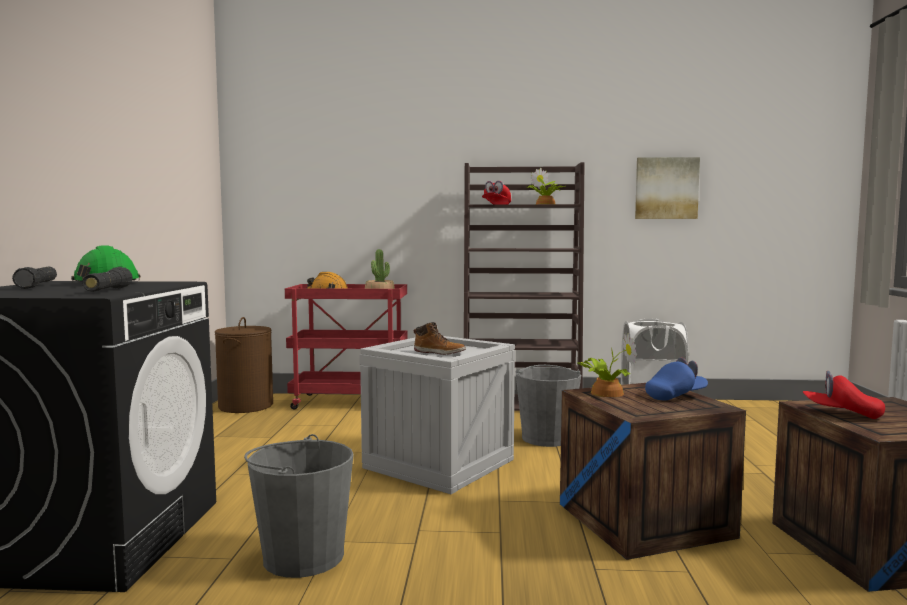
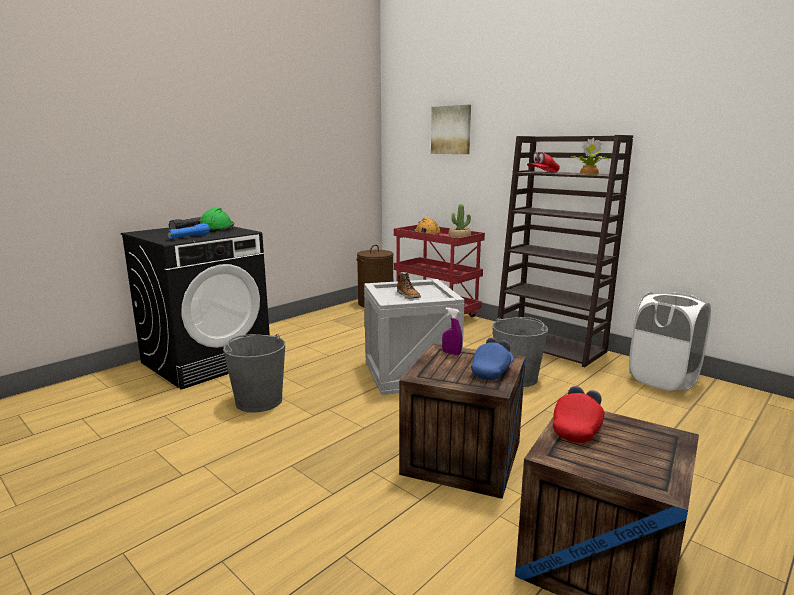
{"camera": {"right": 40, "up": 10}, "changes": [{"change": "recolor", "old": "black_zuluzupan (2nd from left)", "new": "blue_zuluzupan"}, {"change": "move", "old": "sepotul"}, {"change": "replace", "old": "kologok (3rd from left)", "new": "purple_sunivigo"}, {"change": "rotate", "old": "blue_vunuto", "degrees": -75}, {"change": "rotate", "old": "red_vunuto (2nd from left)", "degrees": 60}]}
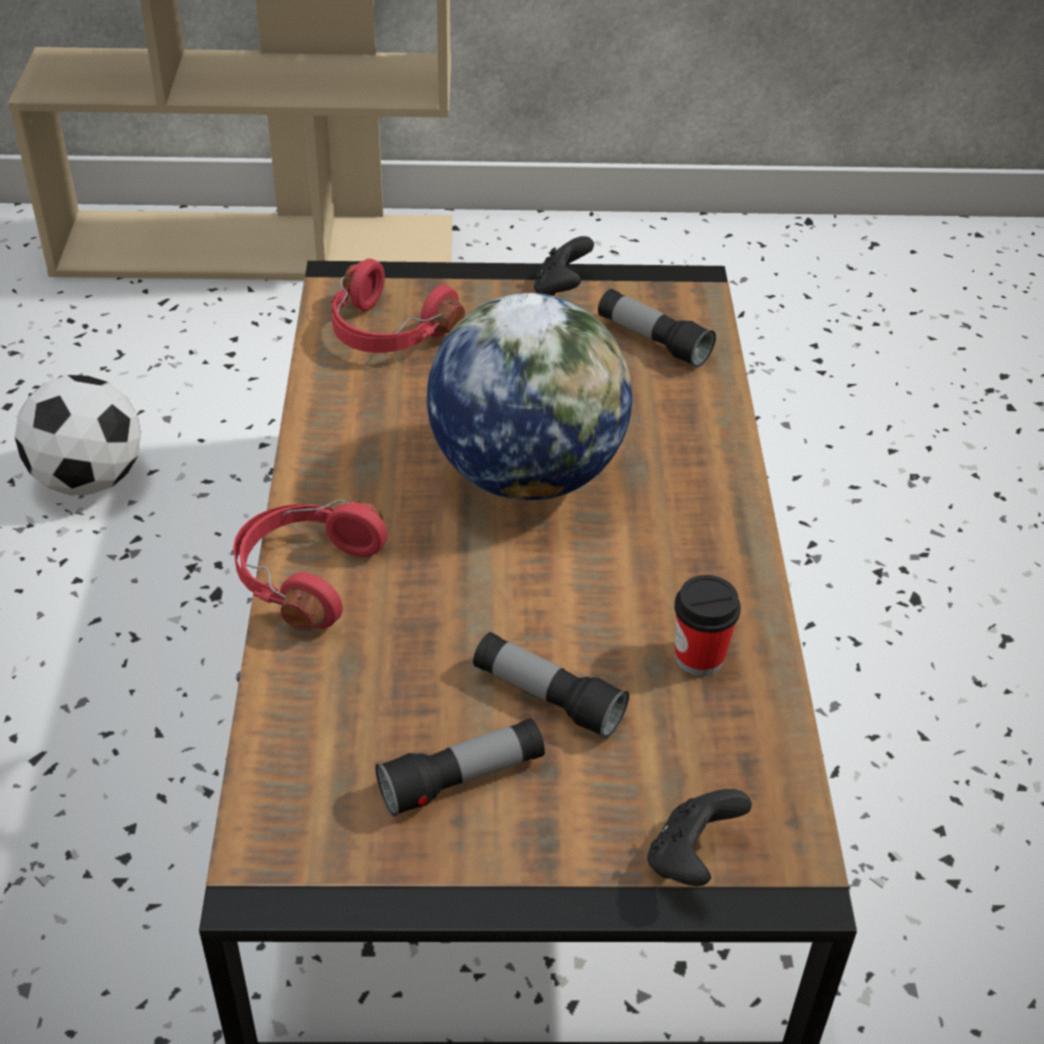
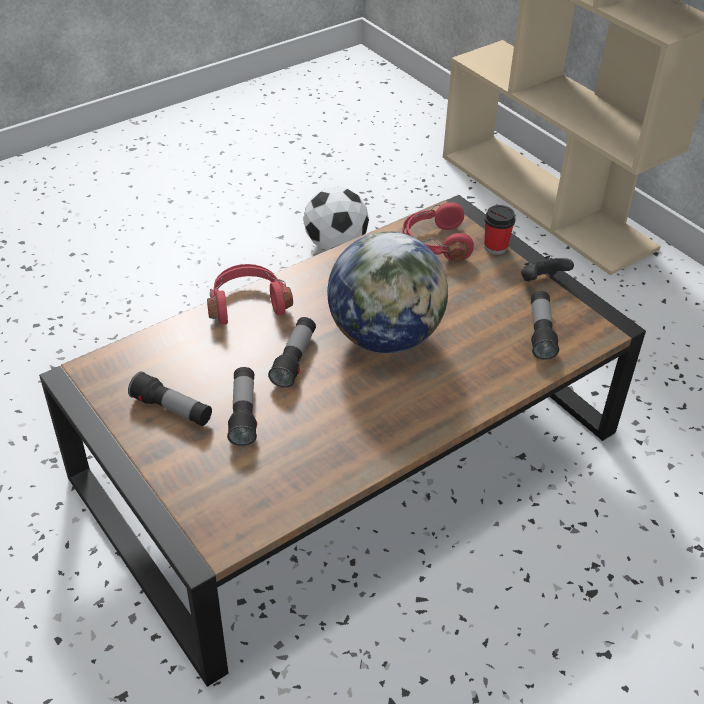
{"camera": {"right": 55, "up": 0}, "changes": [{"change": "insert", "new": "zuluzupan (3rd from left)"}, {"change": "move", "old": "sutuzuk"}, {"change": "delete", "old": "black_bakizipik (2nd from left)"}]}
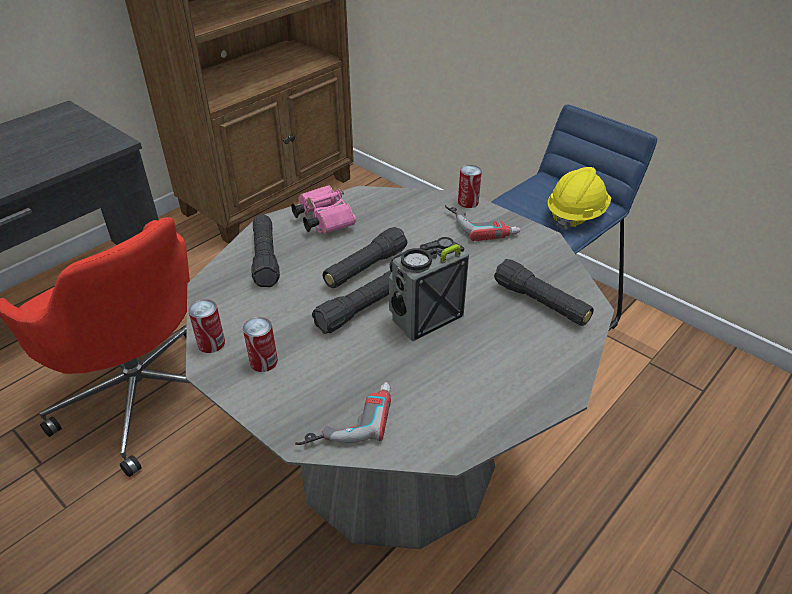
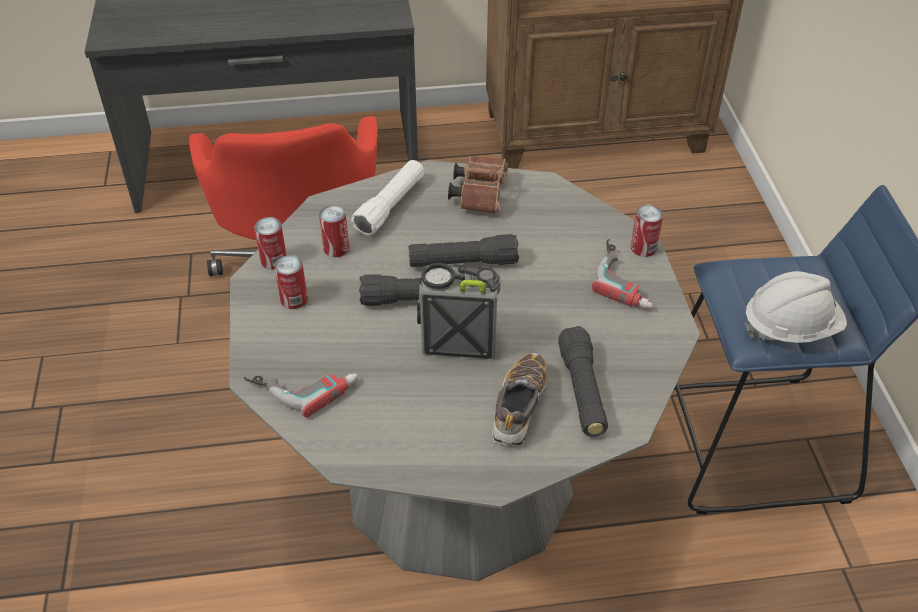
{"camera": {"right": 40, "up": 5}, "changes": [{"change": "insert", "new": "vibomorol (3rd from left)"}, {"change": "recolor", "old": "black_zuluzupan (1st from left)", "new": "white_zuluzupan"}, {"change": "recolor", "old": "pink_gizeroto", "new": "brown_gizeroto"}, {"change": "insert", "new": "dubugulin"}, {"change": "recolor", "old": "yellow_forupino", "new": "white_forupino"}]}
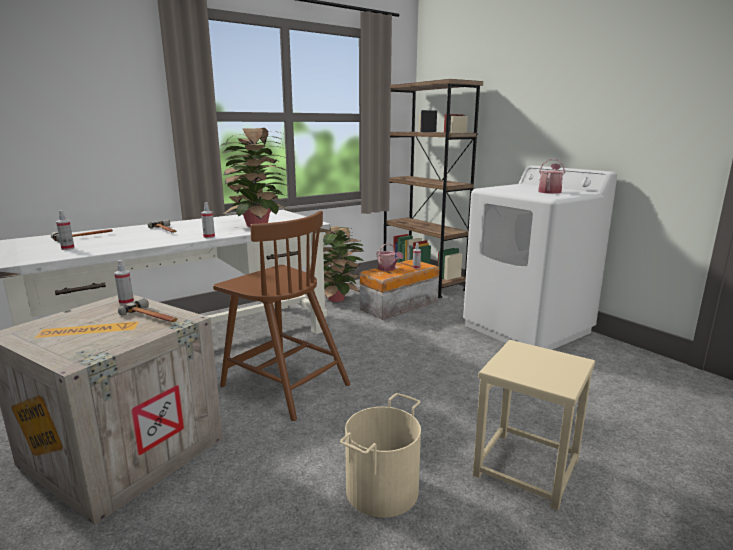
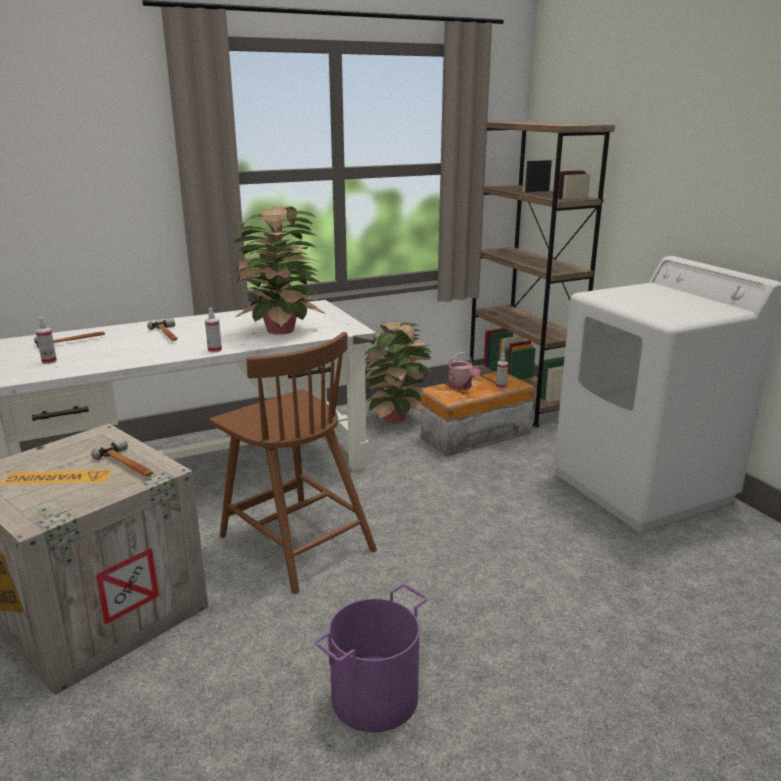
{"camera": {"right": 10, "up": 5}, "changes": [{"change": "recolor", "old": "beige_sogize", "new": "purple_sogize"}, {"change": "delete", "old": "sunivigo (2nd from left)"}, {"change": "delete", "old": "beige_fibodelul"}, {"change": "delete", "old": "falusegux (2nd from left)"}]}
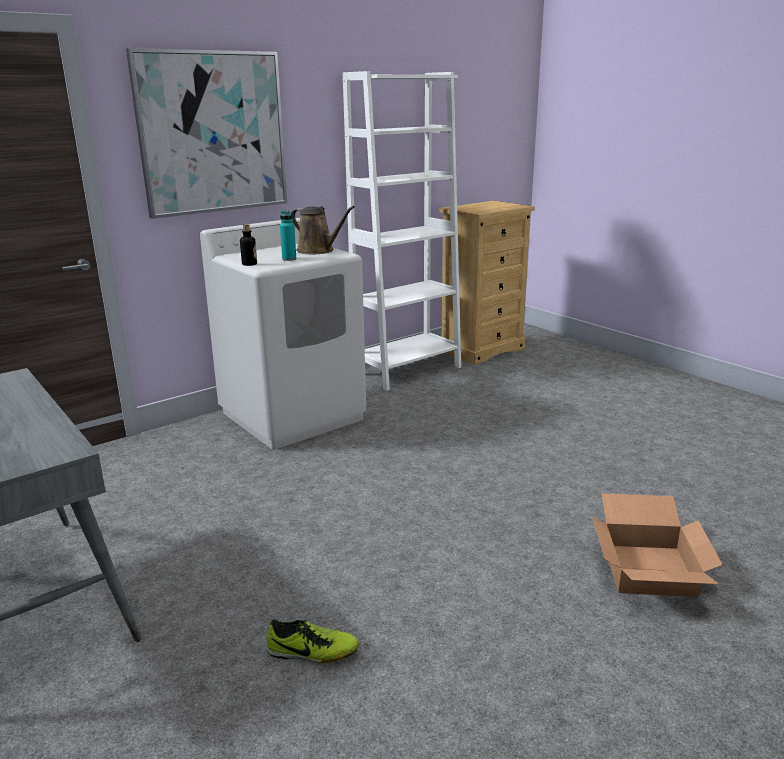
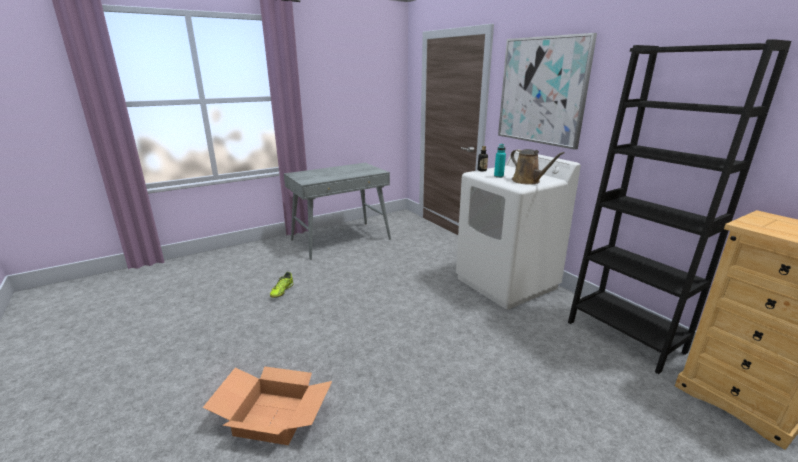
{"camera": {"right": 95, "up": 0}, "changes": [{"change": "rotate", "old": "brown_falusegux", "degrees": -75}, {"change": "recolor", "old": "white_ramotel", "new": "black_ramotel"}]}
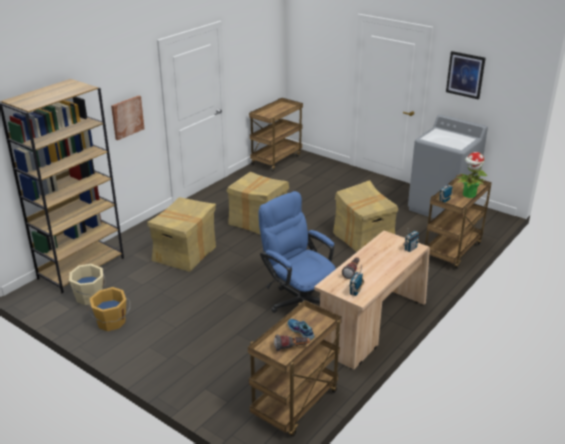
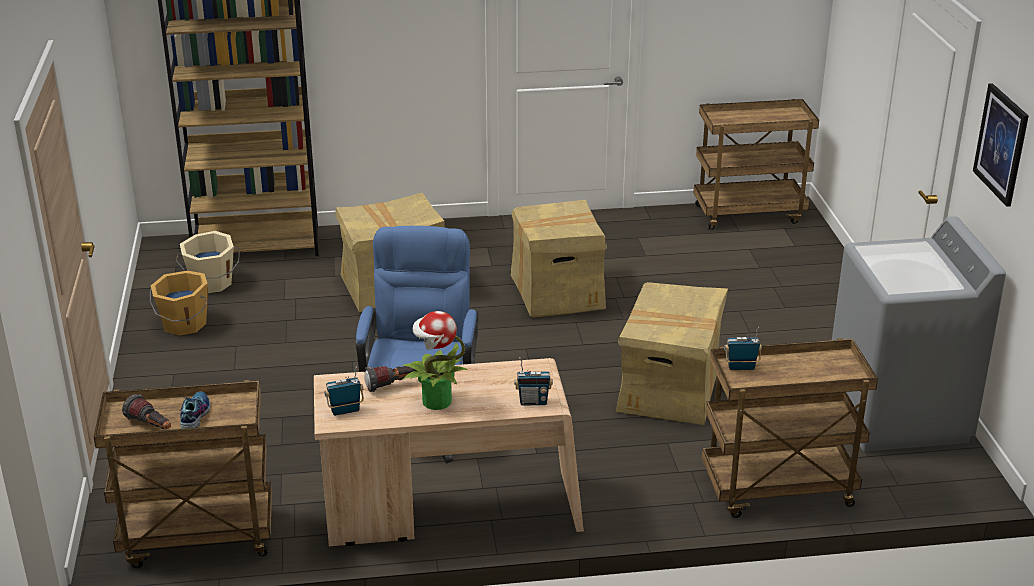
{"camera": {"right": 45, "up": 0}, "changes": [{"change": "move", "old": "kologok"}, {"change": "delete", "old": "sepotul (1st from left)"}]}
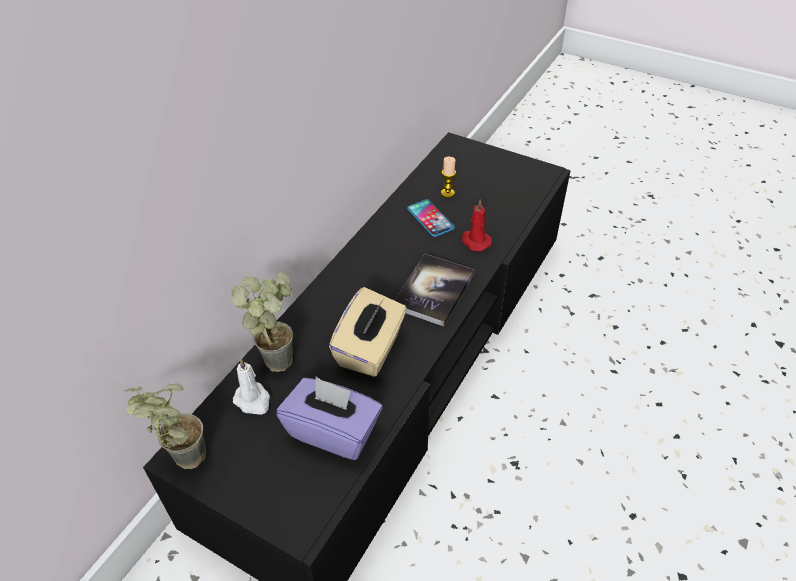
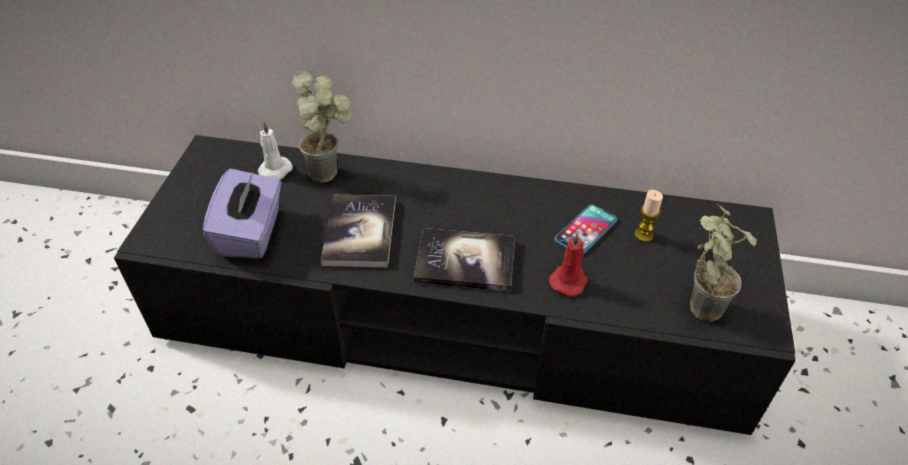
{"camera": {"right": 70, "up": 0}, "changes": [{"change": "replace", "old": "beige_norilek", "new": "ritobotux (1st from left)"}, {"change": "move", "old": "kologok (1st from left in the first image)", "new": "kologok (2nd from left)"}]}
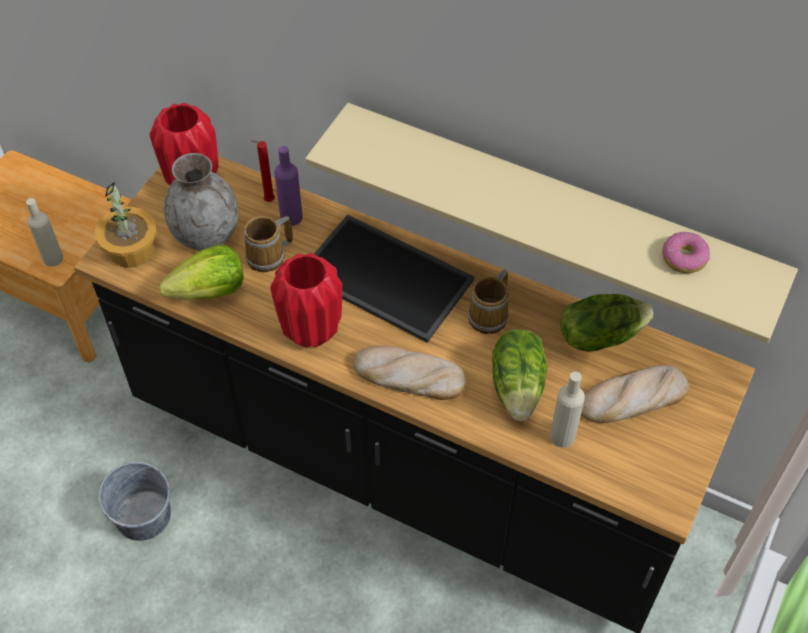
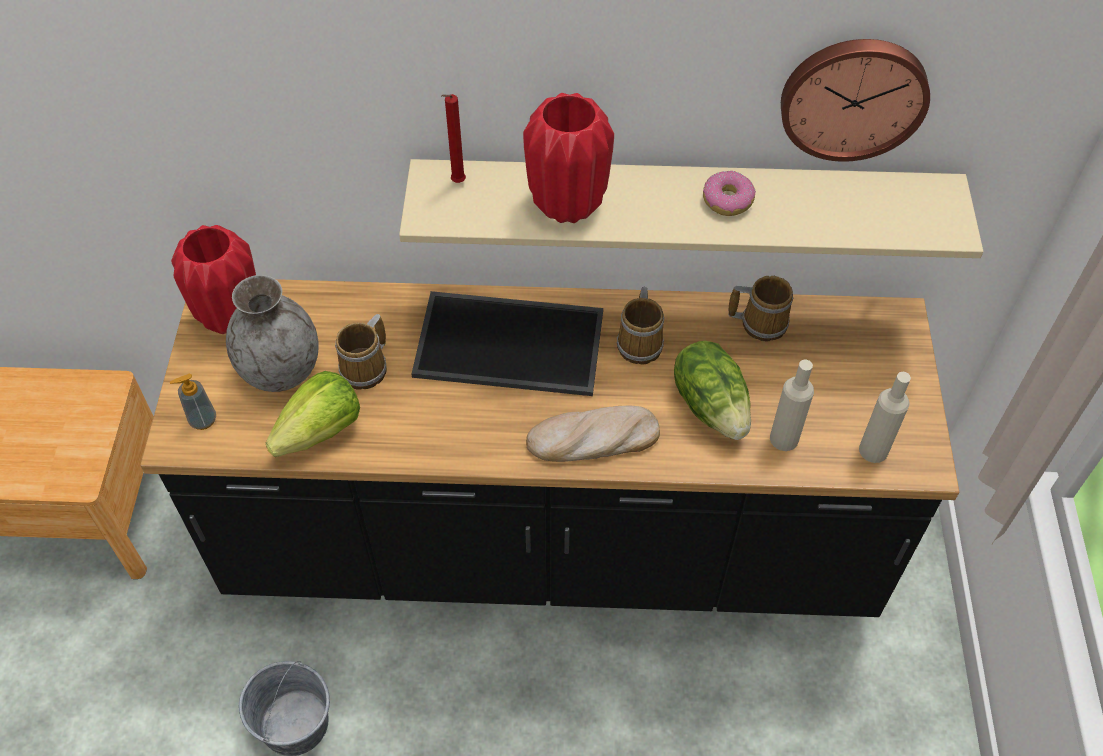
{"camera": {"right": -25, "up": 0}, "changes": [{"change": "replace", "old": "kologok", "new": "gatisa"}, {"change": "move", "old": "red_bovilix"}, {"change": "move", "old": "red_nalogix (2nd from left)"}, {"change": "move", "old": "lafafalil"}, {"change": "replace", "old": "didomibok (3rd from left)", "new": "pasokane (3rd from left)"}, {"change": "insert", "new": "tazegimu"}, {"change": "move", "old": "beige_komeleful (1st from left in the first image)", "new": "beige_komeleful (2nd from left)"}, {"change": "delete", "old": "purple_komeleful"}, {"change": "delete", "old": "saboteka (2nd from left)"}]}
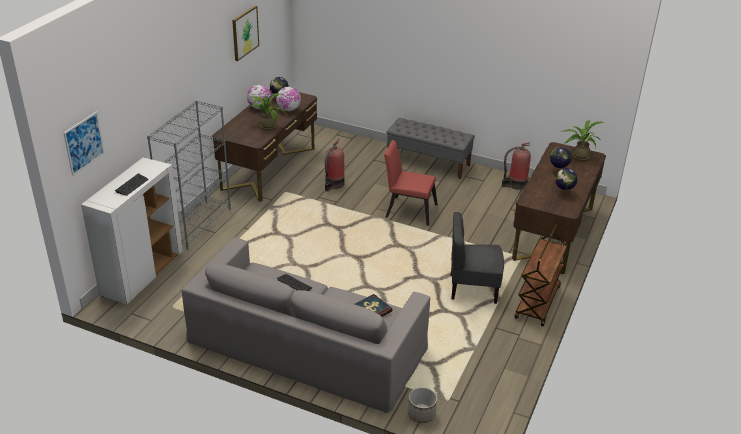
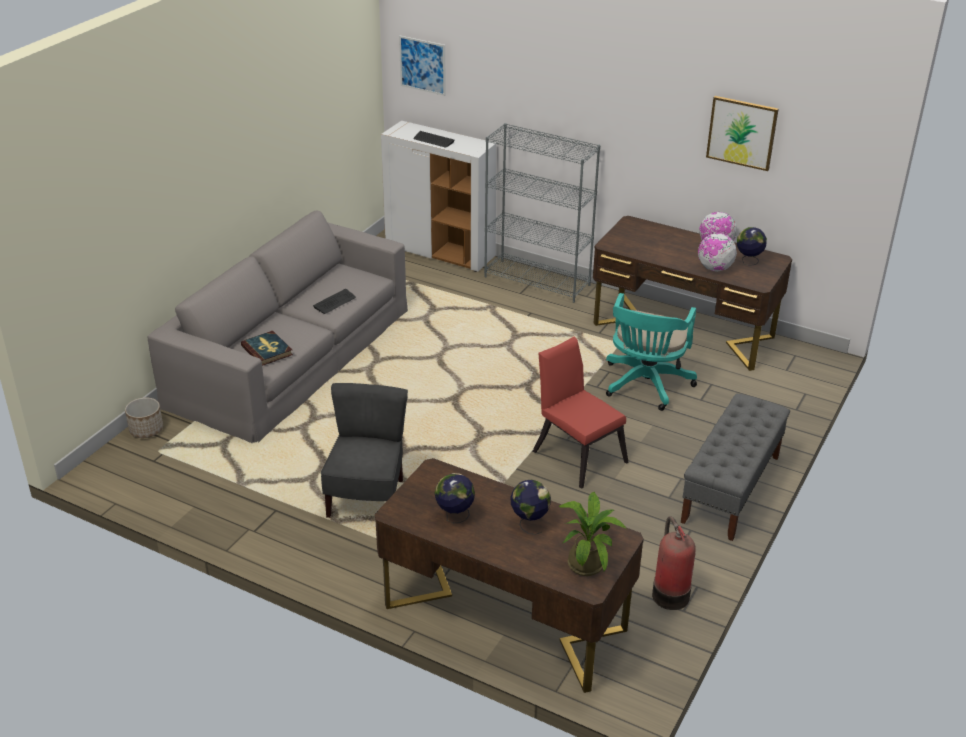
{"camera": {"right": 95, "up": 0}, "changes": [{"change": "rotate", "old": "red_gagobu", "degrees": -60}, {"change": "replace", "old": "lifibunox (1st from left)", "new": "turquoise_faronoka"}, {"change": "delete", "old": "kologok (1st from left)"}, {"change": "delete", "old": "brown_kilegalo"}]}
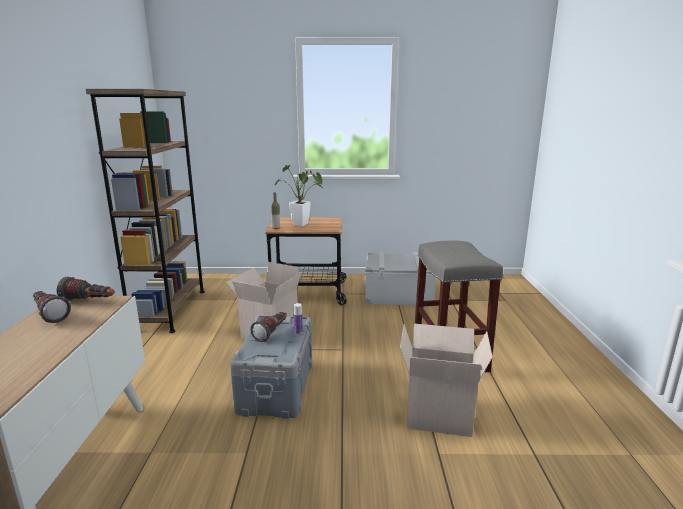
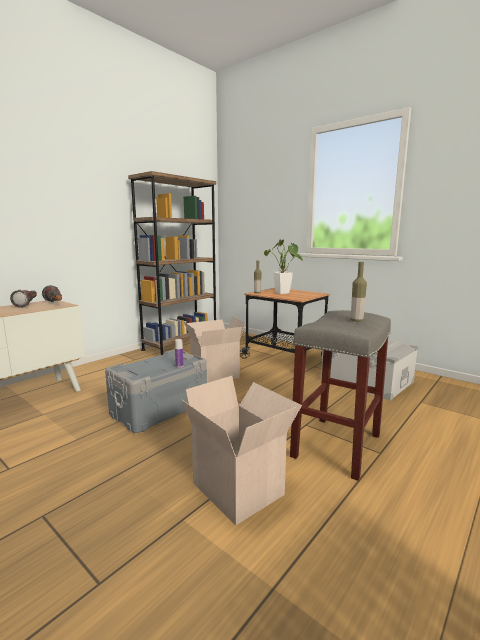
{"camera": {"right": 40, "up": -5}, "changes": [{"change": "insert", "new": "komeleful (3rd from left)"}, {"change": "delete", "old": "zuluzupan (3rd from left)"}]}
